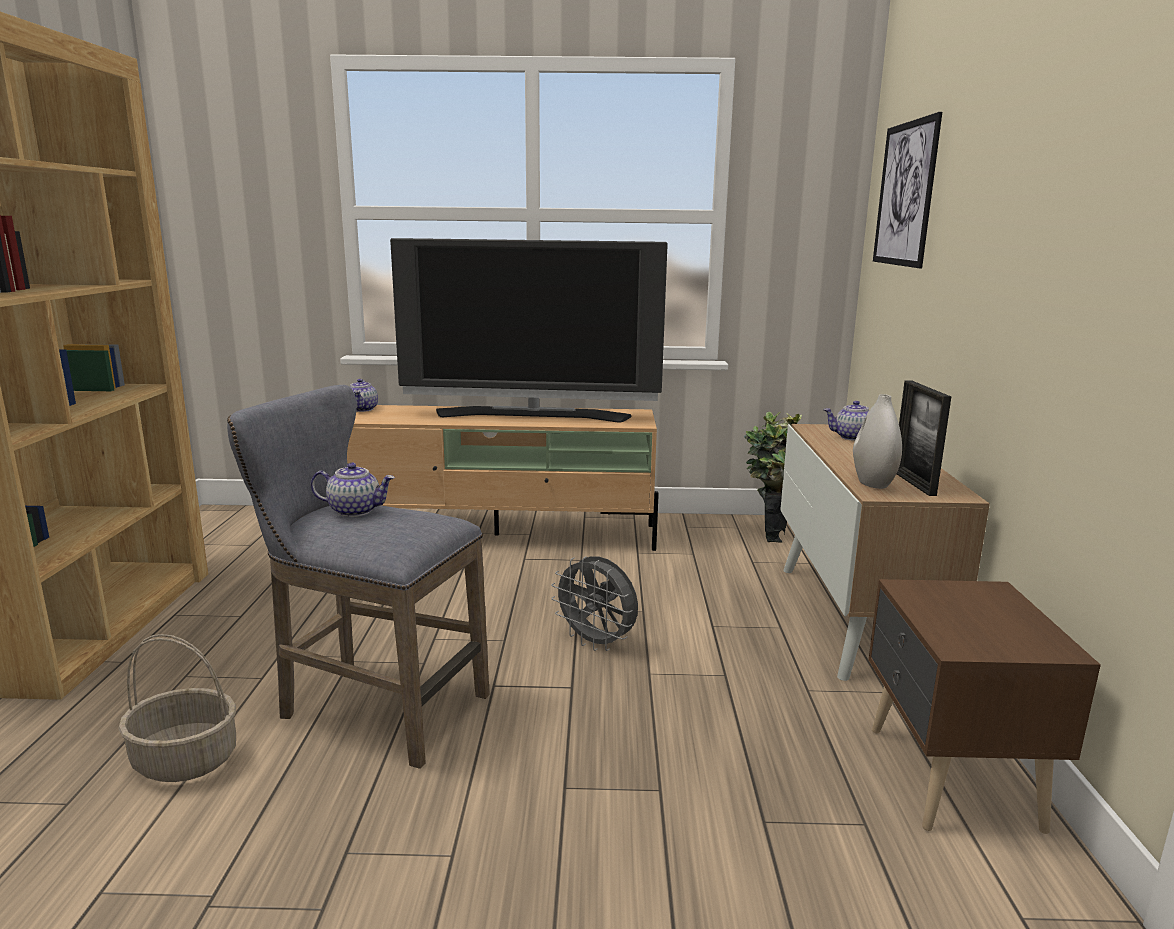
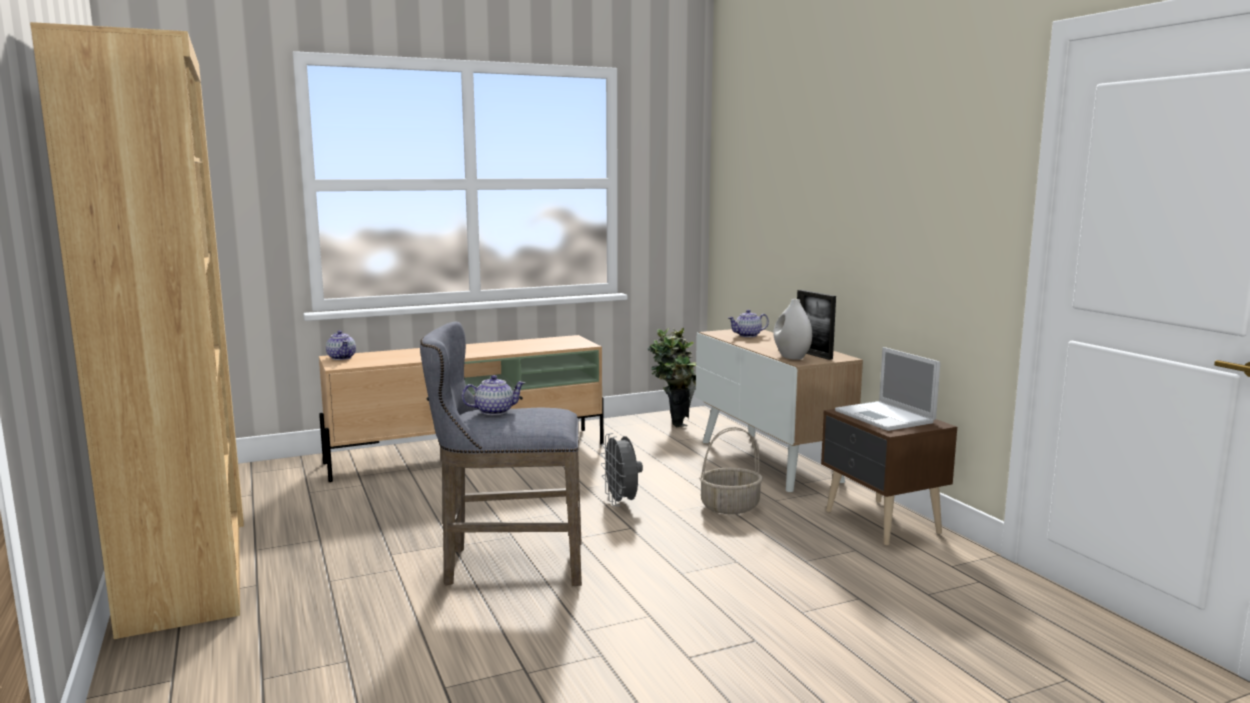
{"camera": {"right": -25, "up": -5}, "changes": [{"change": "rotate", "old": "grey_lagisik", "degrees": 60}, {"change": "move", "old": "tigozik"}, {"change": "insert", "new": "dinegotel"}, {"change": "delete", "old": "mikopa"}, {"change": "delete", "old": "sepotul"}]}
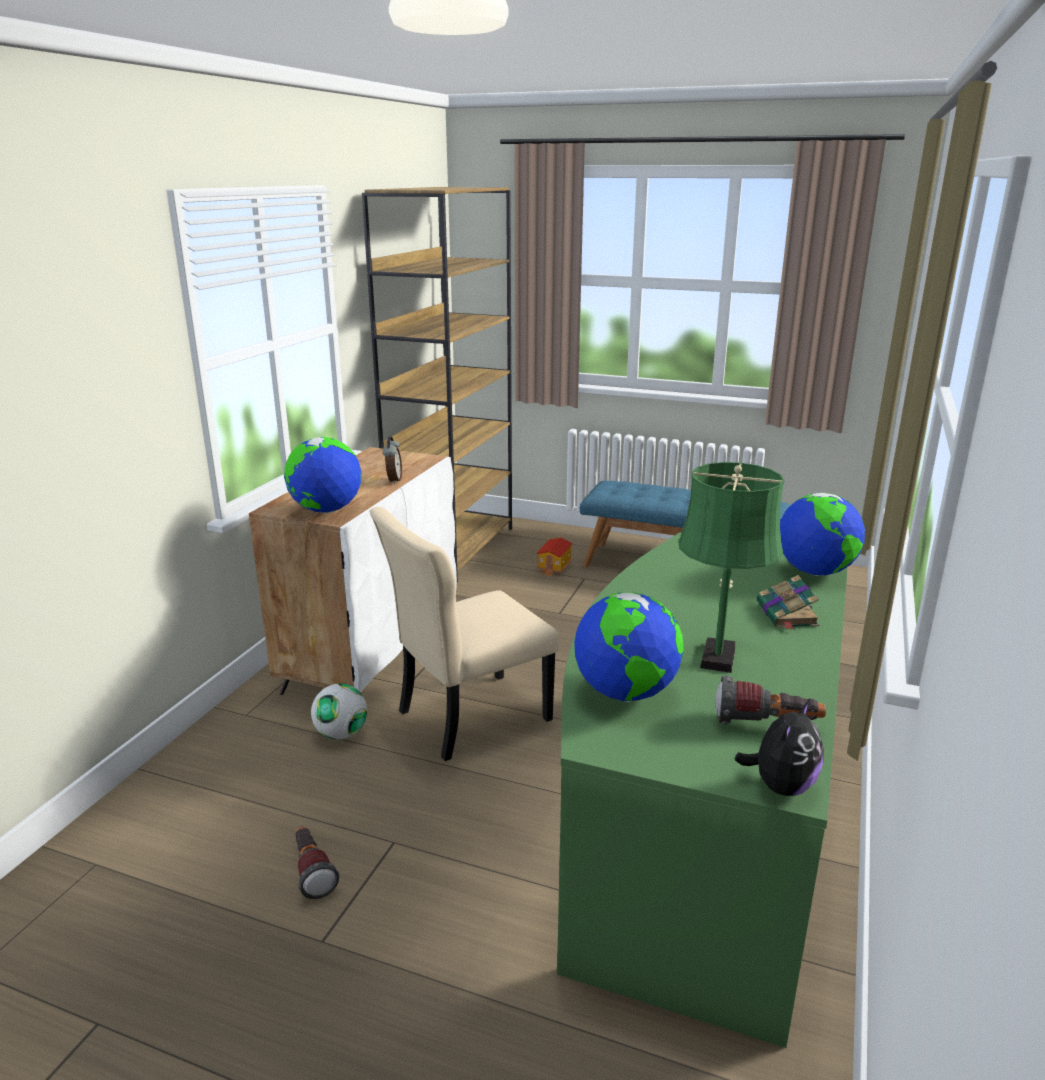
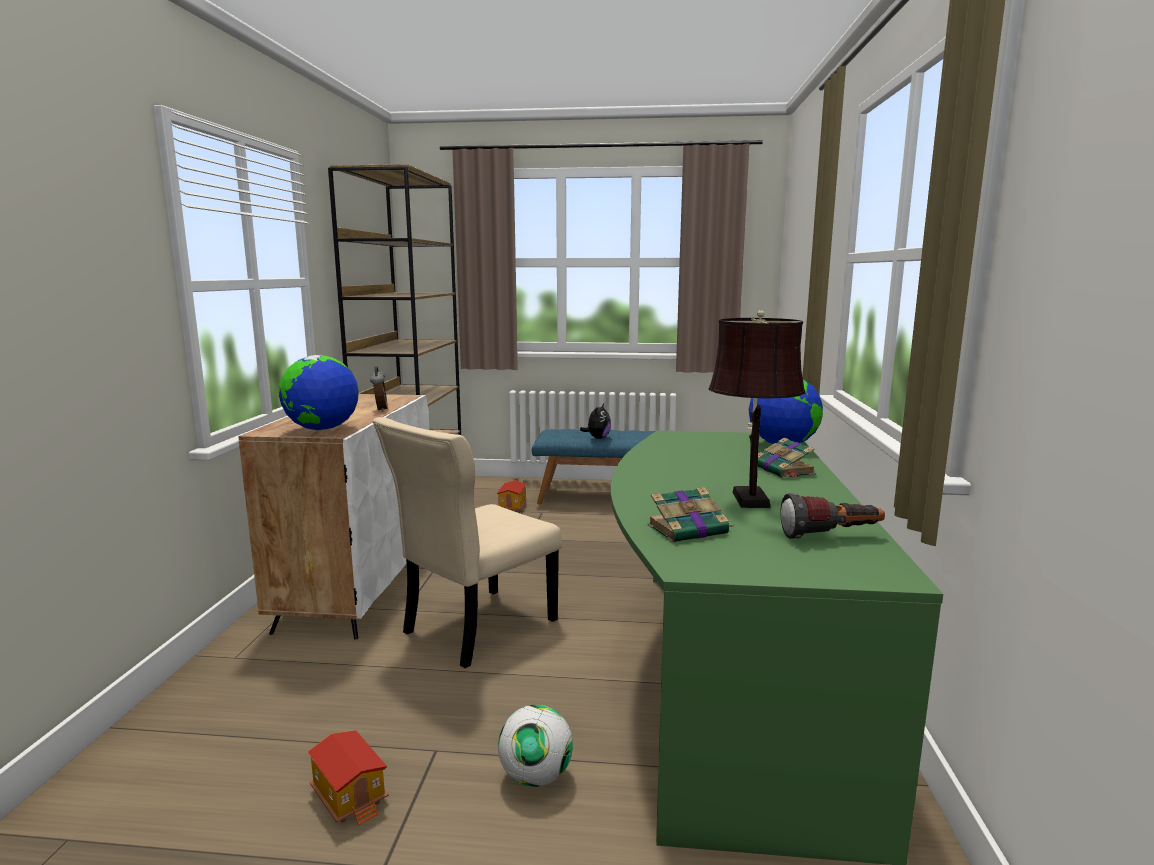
{"camera": {"right": -15, "up": -10}, "changes": [{"change": "replace", "old": "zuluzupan (1st from left)", "new": "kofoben (1st from left)"}, {"change": "move", "old": "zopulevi"}, {"change": "move", "old": "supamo"}, {"change": "replace", "old": "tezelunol (2nd from left)", "new": "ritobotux (1st from left)"}, {"change": "recolor", "old": "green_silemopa", "new": "brown_silemopa"}]}
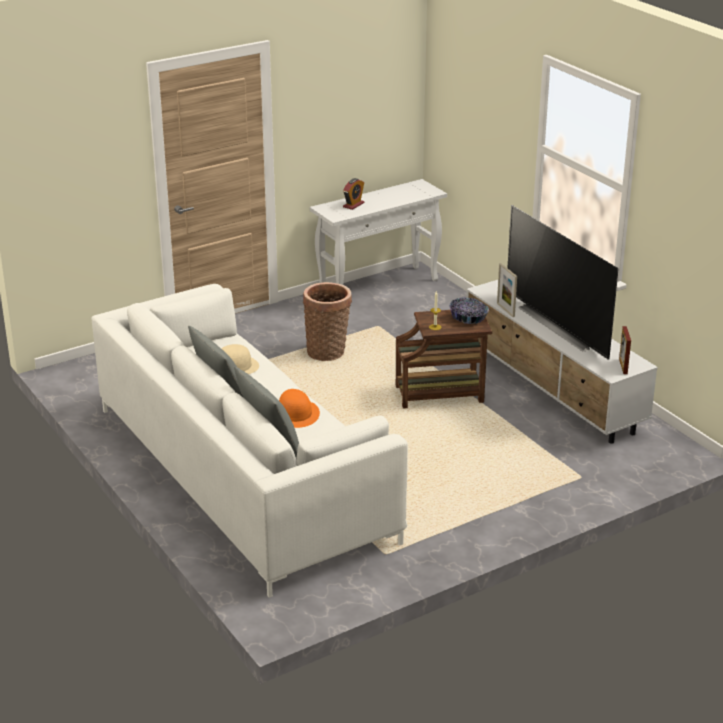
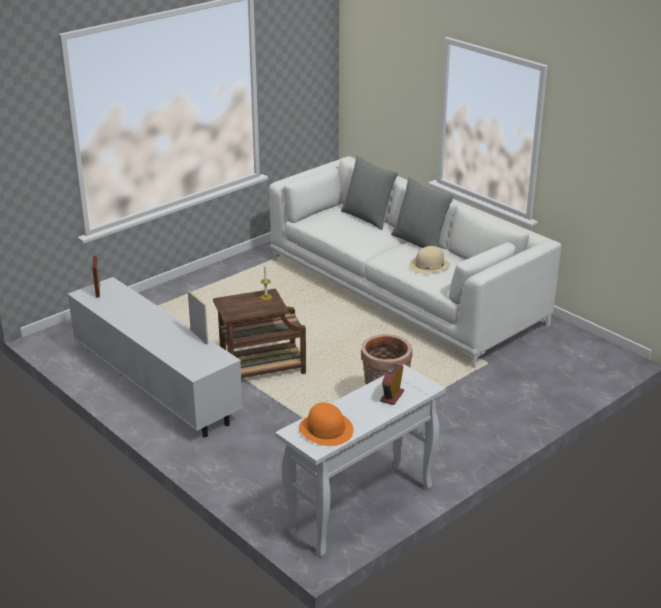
{"camera": {"right": 170, "up": 0}, "changes": [{"change": "move", "old": "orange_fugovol"}, {"change": "delete", "old": "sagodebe"}, {"change": "delete", "old": "mikopa"}]}
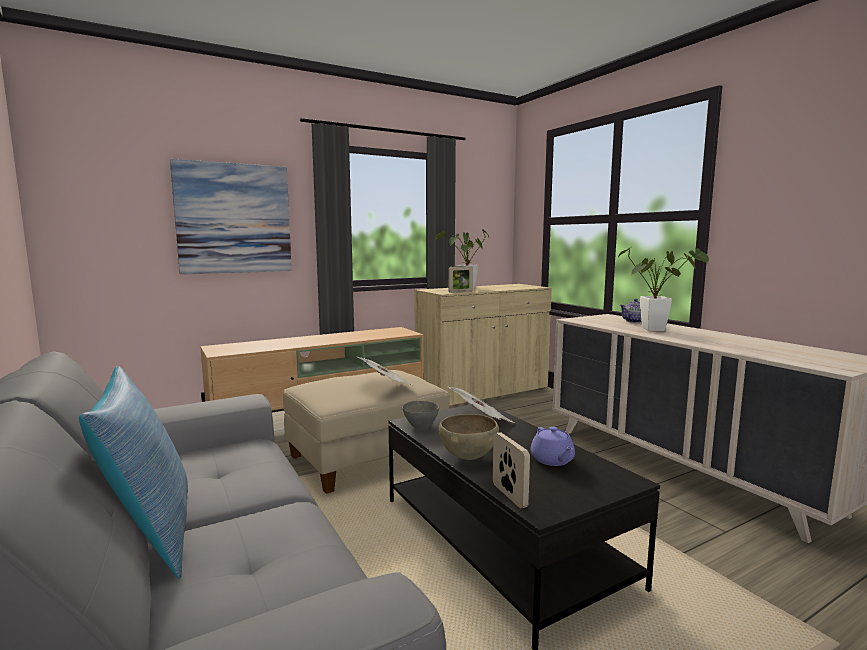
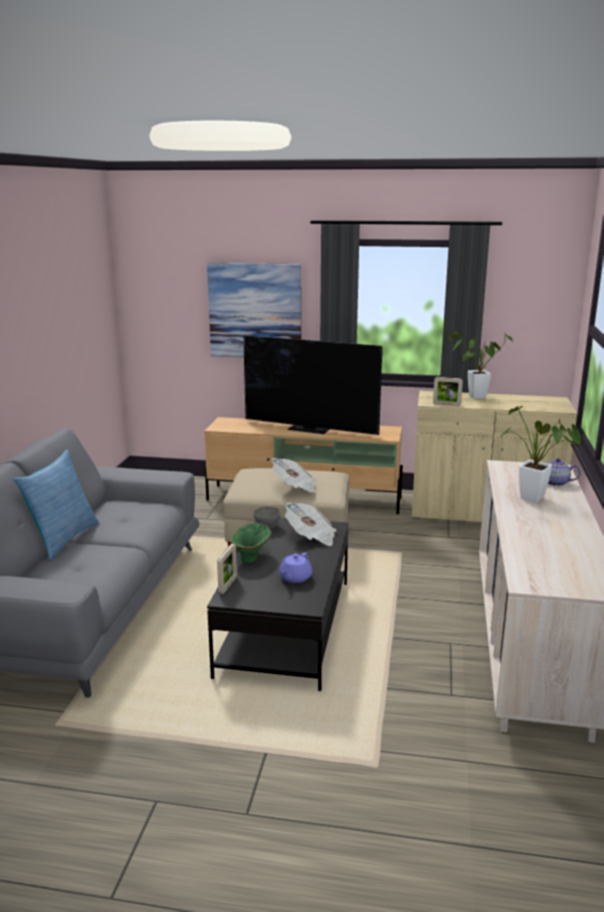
{"camera": {"right": 40, "up": 10}, "changes": [{"change": "replace", "old": "brown_sagodebe", "new": "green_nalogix"}, {"change": "insert", "new": "mikopa"}]}
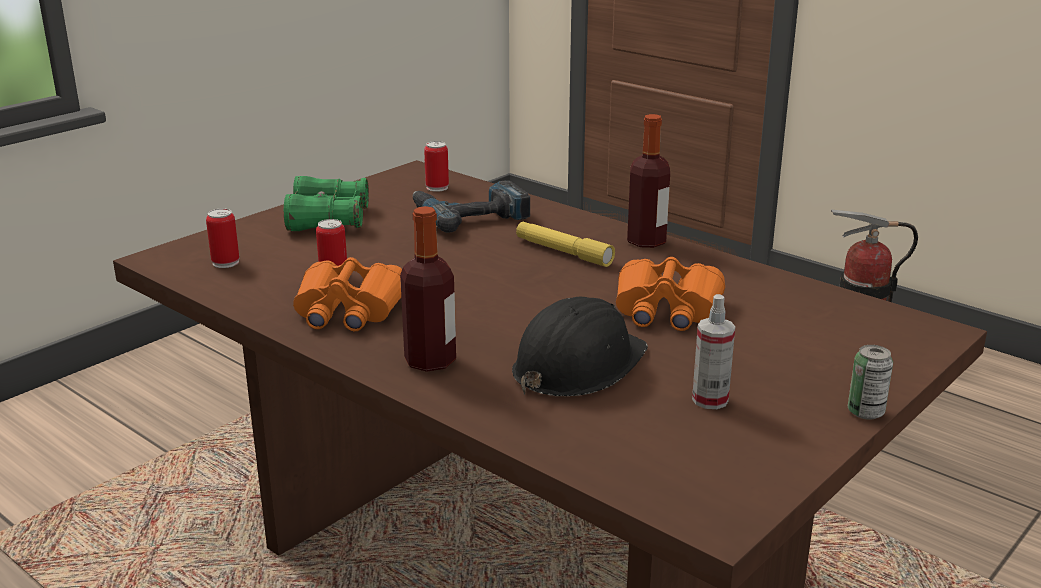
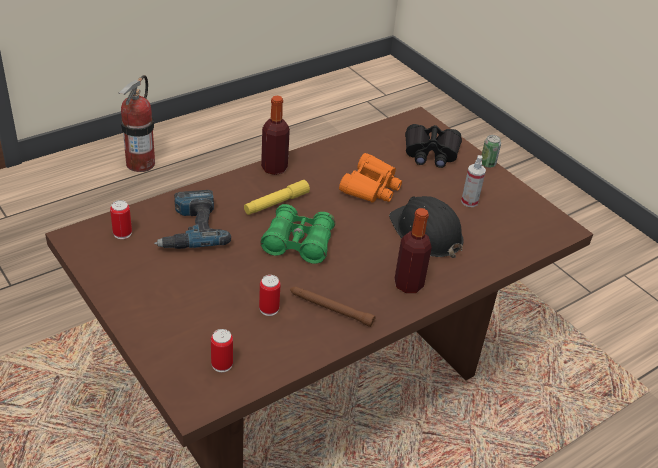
{"camera": {"right": -80, "up": 15}, "changes": [{"change": "move", "old": "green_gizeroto"}, {"change": "replace", "old": "orange_gizeroto (1st from left)", "new": "brown_zuluzupan"}, {"change": "insert", "new": "black_gizeroto"}]}
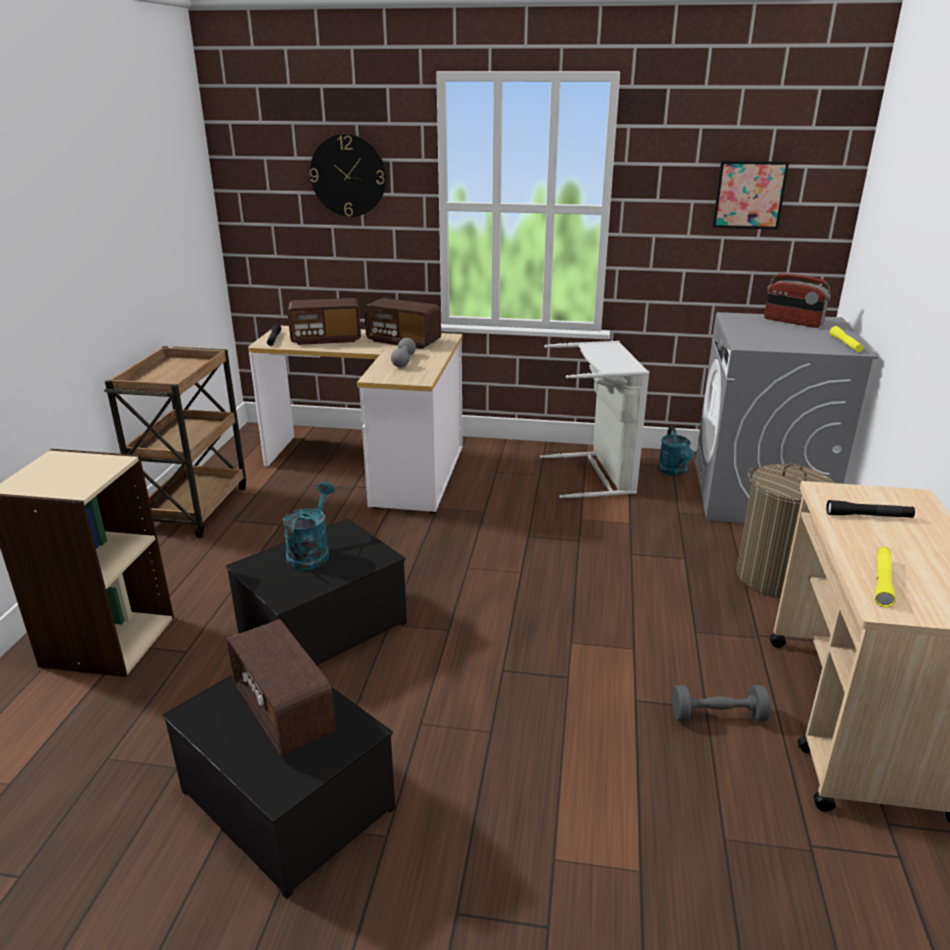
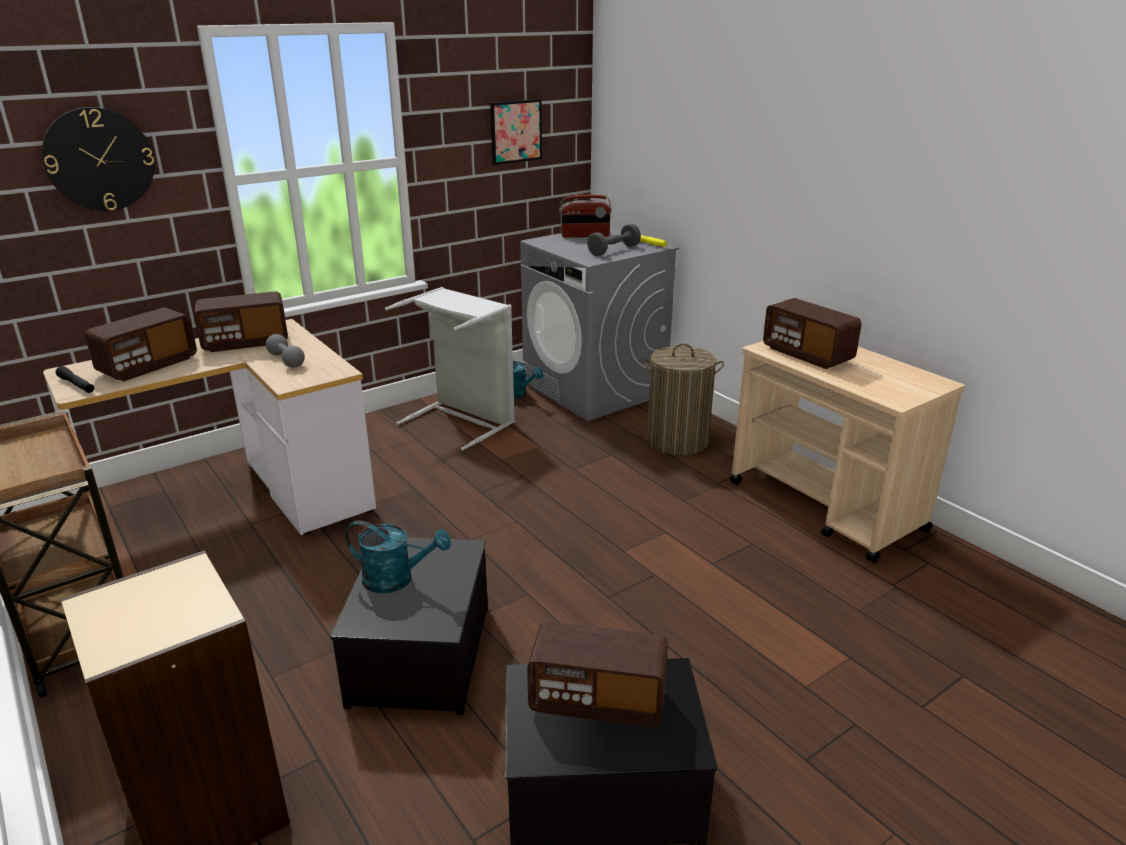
{"camera": {"right": -45, "up": 0}, "changes": [{"change": "rotate", "old": "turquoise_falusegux (1st from left)", "degrees": 135}, {"change": "move", "old": "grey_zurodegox (2nd from left)"}, {"change": "replace", "old": "black_zuluzupan (2nd from left)", "new": "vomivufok (5th from left)"}, {"change": "delete", "old": "yellow_zuluzupan (2nd from left)"}]}
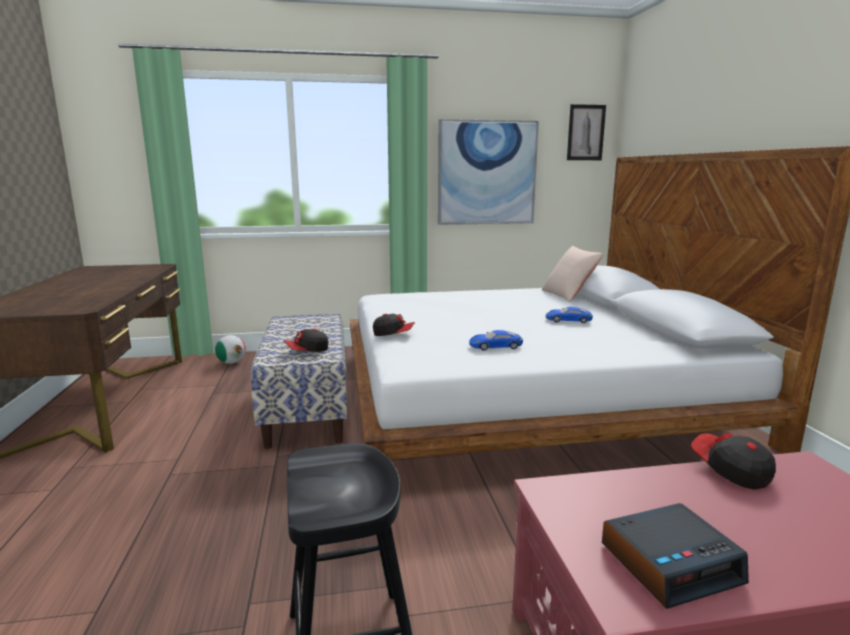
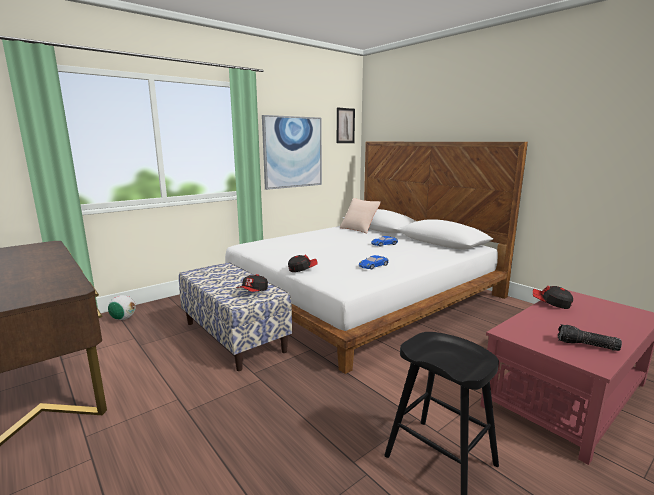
{"camera": {"right": -30, "up": 0}, "changes": [{"change": "replace", "old": "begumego", "new": "zuluzupan"}]}
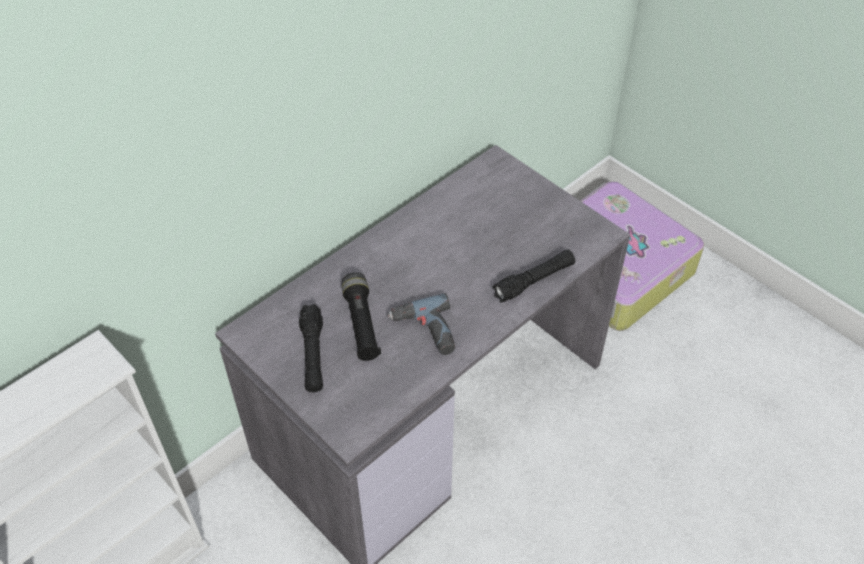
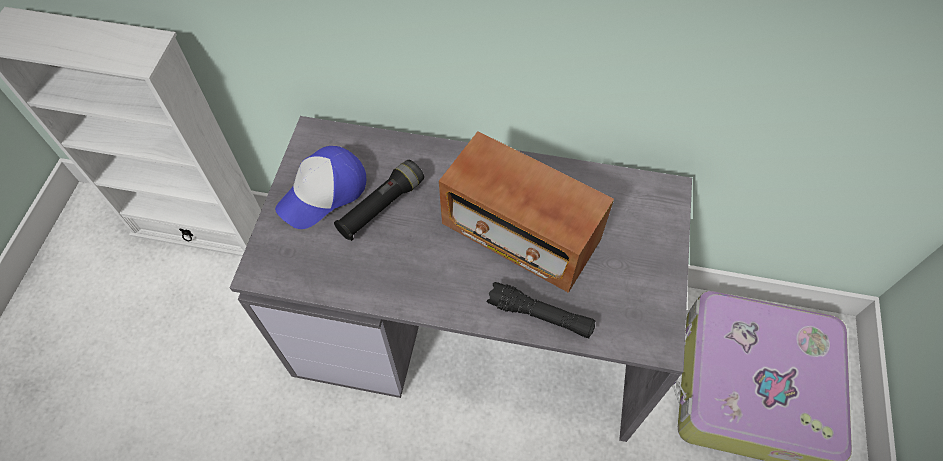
{"camera": {"right": 55, "up": 10}, "changes": [{"change": "replace", "old": "black_zuluzupan (1st from left)", "new": "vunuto"}, {"change": "insert", "new": "vomivufok"}, {"change": "delete", "old": "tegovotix"}]}
